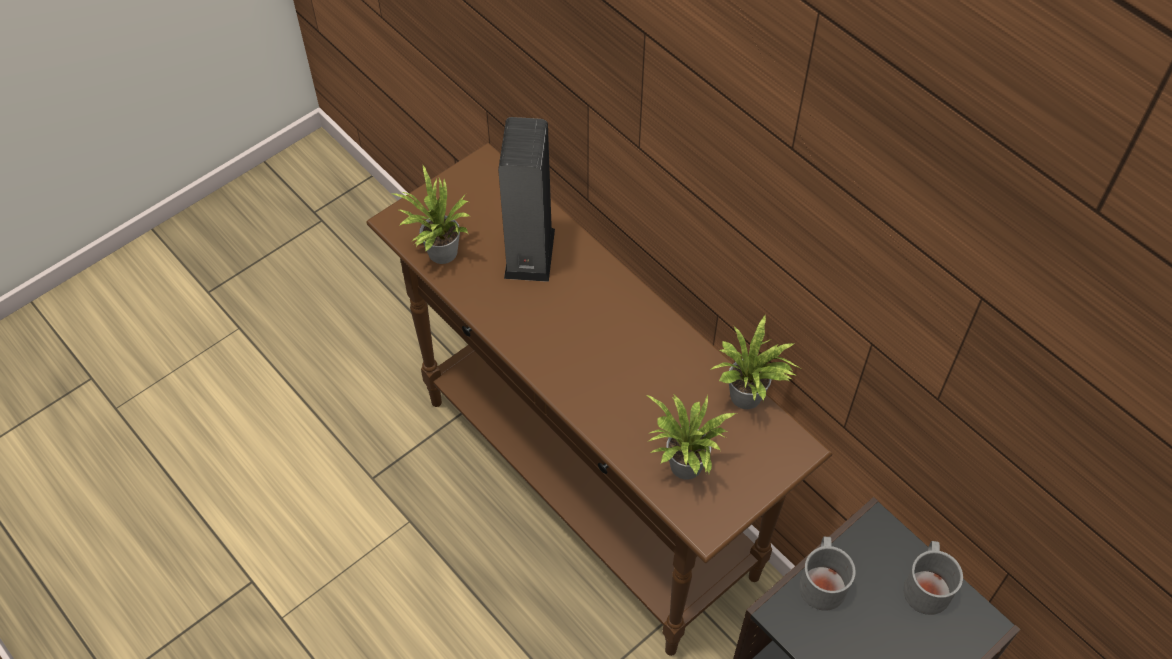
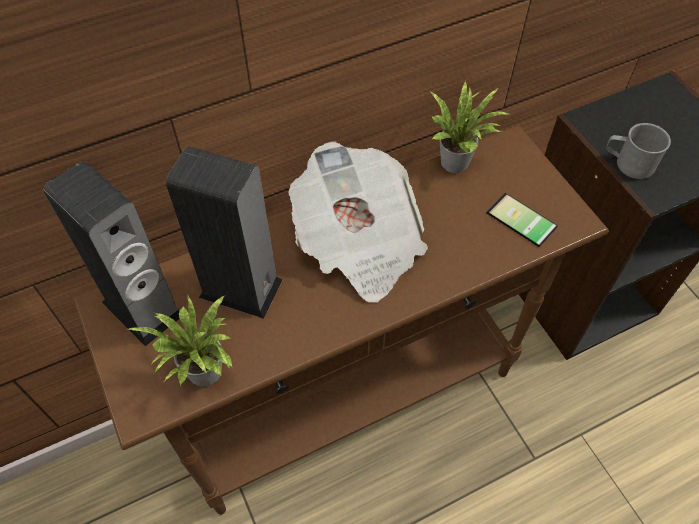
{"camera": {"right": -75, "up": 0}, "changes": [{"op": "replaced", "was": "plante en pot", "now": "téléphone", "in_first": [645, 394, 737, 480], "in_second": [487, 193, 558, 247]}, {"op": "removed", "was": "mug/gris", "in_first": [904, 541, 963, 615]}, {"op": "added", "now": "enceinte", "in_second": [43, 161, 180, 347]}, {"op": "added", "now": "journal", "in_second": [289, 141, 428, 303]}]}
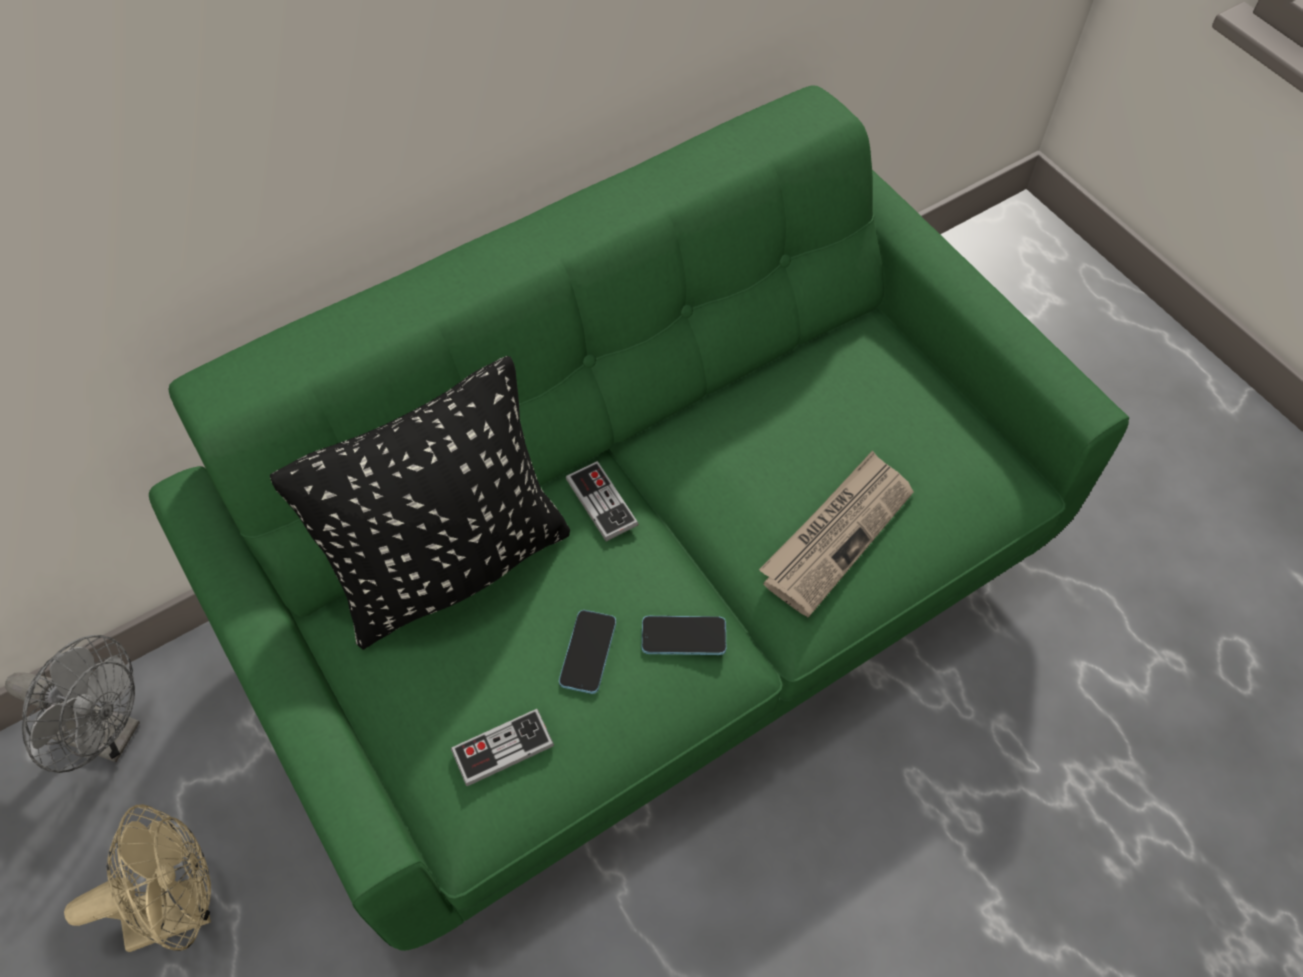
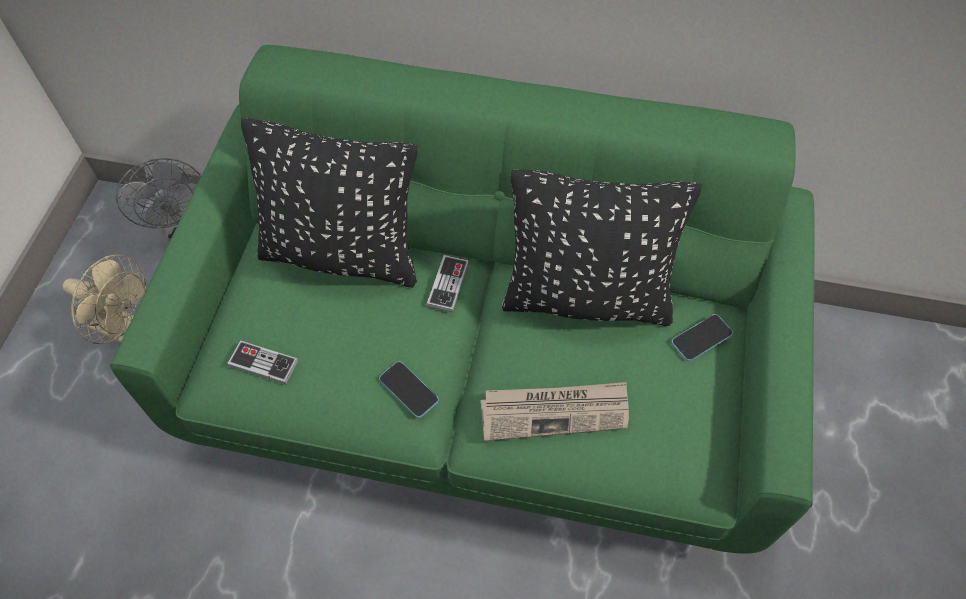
{"camera": {"right": 45, "up": 0}, "changes": [{"op": "moved", "was": "téléphone", "in_first": [559, 610, 616, 694], "in_second": [671, 314, 733, 361]}, {"op": "added", "now": "coussin/noir", "in_second": [502, 169, 702, 326]}]}
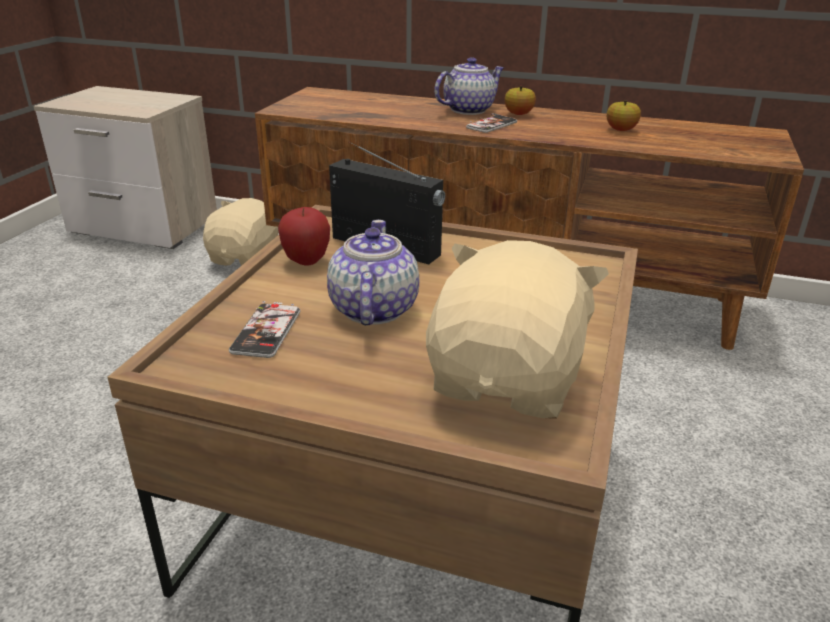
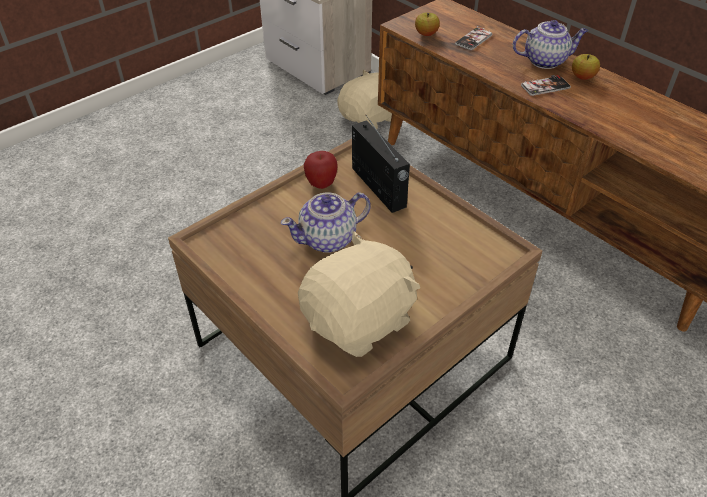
{"camera": {"right": 30, "up": 15}, "changes": [{"op": "moved", "was": "téléphone", "in_first": [229, 301, 301, 358], "in_second": [455, 26, 492, 50]}, {"op": "turned", "was": "théière", "in_first": [327, 220, 420, 326], "in_second": [281, 193, 370, 253], "clockwise": -150}, {"op": "moved", "was": "pomme", "in_first": [607, 100, 641, 131], "in_second": [415, 12, 440, 36]}]}
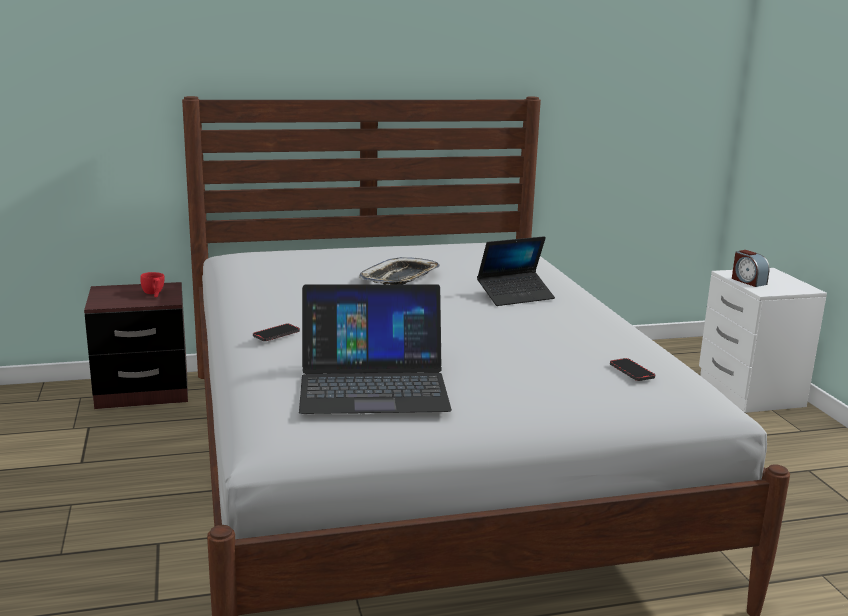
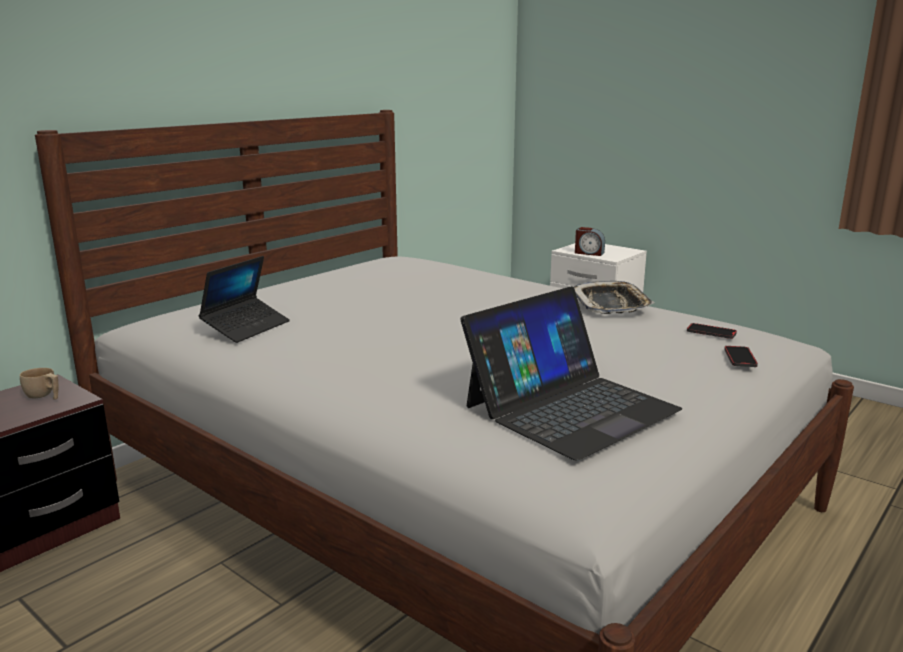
{"camera": {"right": -35, "up": 0}, "changes": [{"op": "recoloured", "was": "tasse/rouge", "now": "tasse/beige", "in_first": [140, 272, 164, 297], "in_second": [20, 368, 59, 400]}, {"op": "moved", "was": "téléphone", "in_first": [253, 323, 300, 341], "in_second": [724, 346, 758, 367]}, {"op": "moved", "was": "plateau", "in_first": [359, 257, 440, 284], "in_second": [574, 281, 655, 314]}, {"op": "moved", "was": "ordinateur portable", "in_first": [477, 236, 555, 306], "in_second": [199, 256, 290, 343]}]}
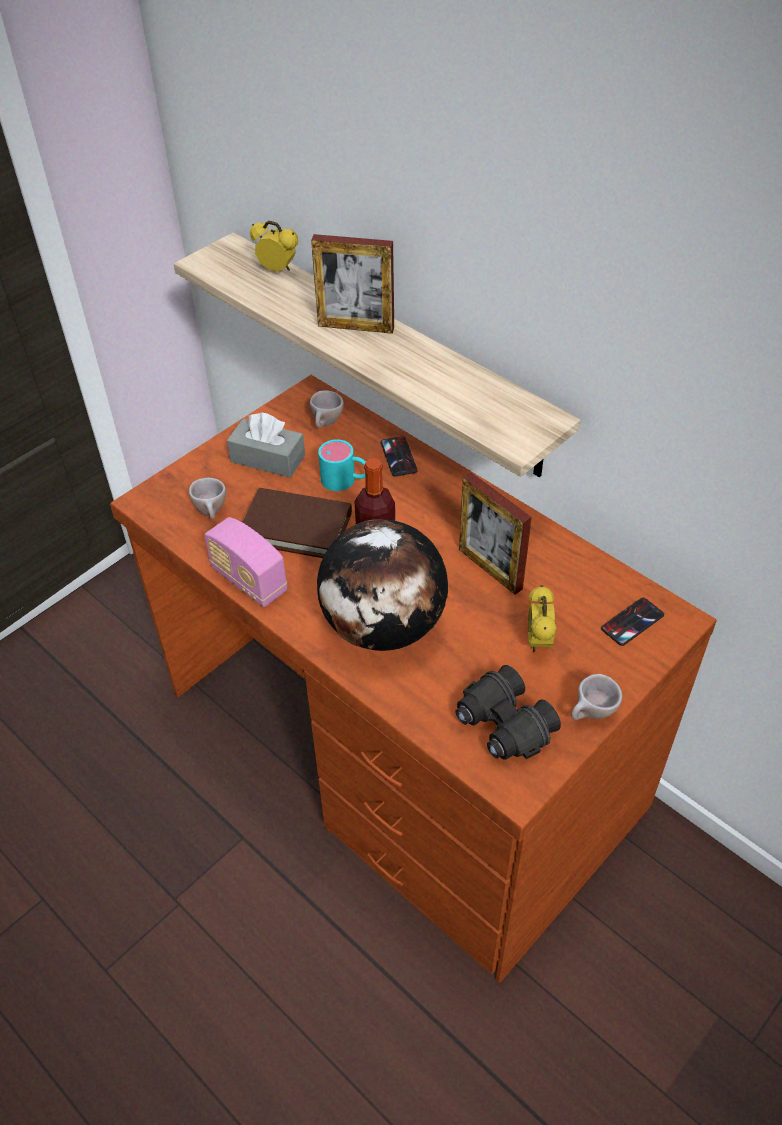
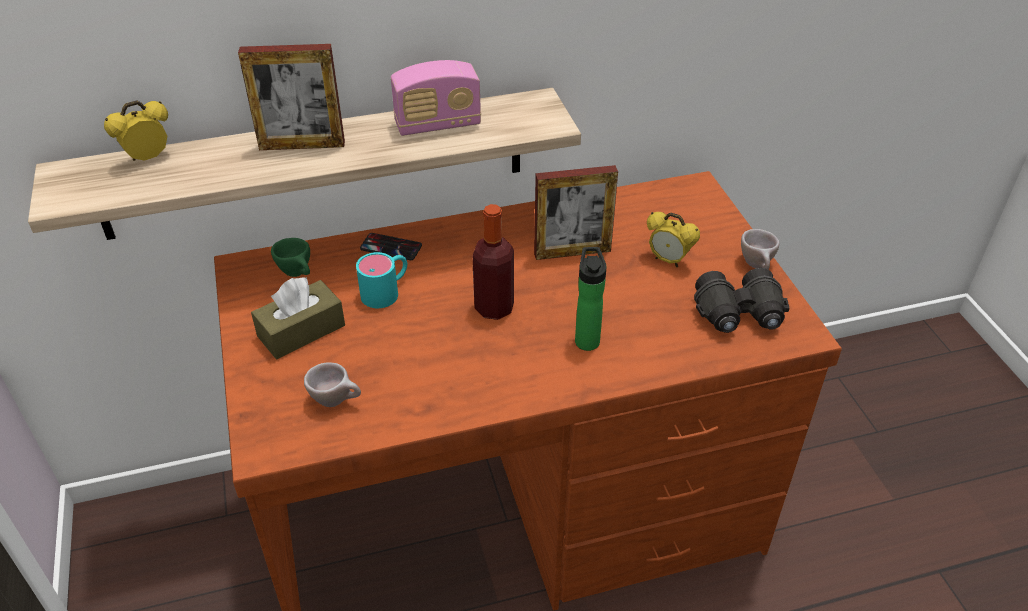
{"camera": {"right": -60, "up": -5}, "changes": [{"op": "moved", "was": "radio", "in_first": [204, 517, 287, 607], "in_second": [391, 60, 481, 136]}, {"op": "recoloured", "was": "boîte à mouchoirs/gris", "now": "boîte à mouchoirs/marron", "in_first": [227, 412, 305, 478], "in_second": [251, 277, 345, 359]}, {"op": "removed", "was": "livre/marron", "in_first": [242, 488, 352, 558]}, {"op": "recoloured", "was": "tasse/beige", "now": "tasse/vert", "in_first": [310, 390, 344, 428], "in_second": [271, 238, 310, 277]}, {"op": "turned", "was": "cadre photo", "in_first": [311, 234, 394, 334], "in_second": [238, 44, 345, 150], "clockwise": 45}, {"op": "replaced", "was": "globe", "now": "bouteille", "in_first": [317, 519, 448, 651], "in_second": [575, 247, 607, 351]}, {"op": "removed", "was": "téléphone", "in_first": [601, 598, 664, 646]}]}
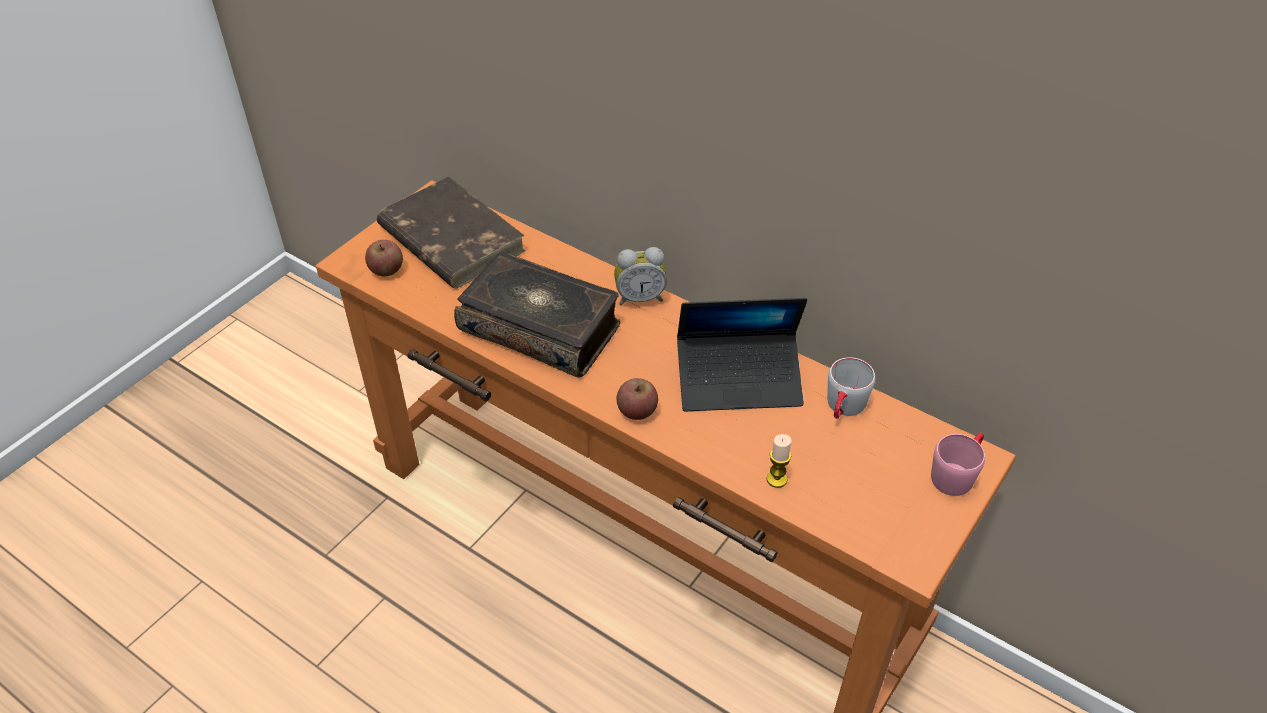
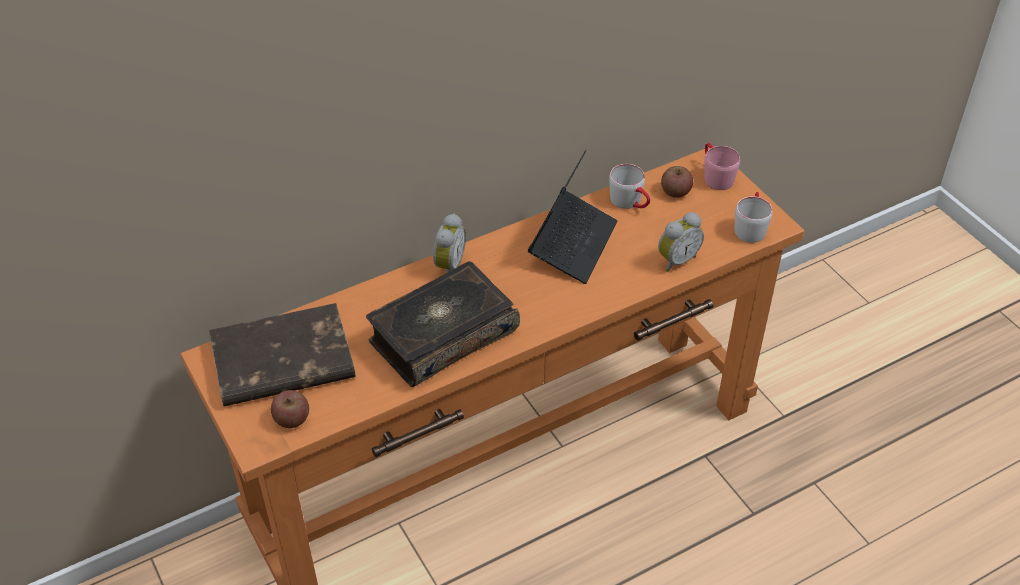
{"camera": {"right": -65, "up": 0}, "changes": [{"op": "moved", "was": "pomme", "in_first": [617, 378, 658, 420], "in_second": [661, 166, 693, 198]}, {"op": "replaced", "was": "bougie", "now": "réveil", "in_first": [766, 434, 792, 488], "in_second": [658, 212, 704, 272]}, {"op": "added", "now": "mug/gris", "in_second": [735, 192, 773, 243]}]}
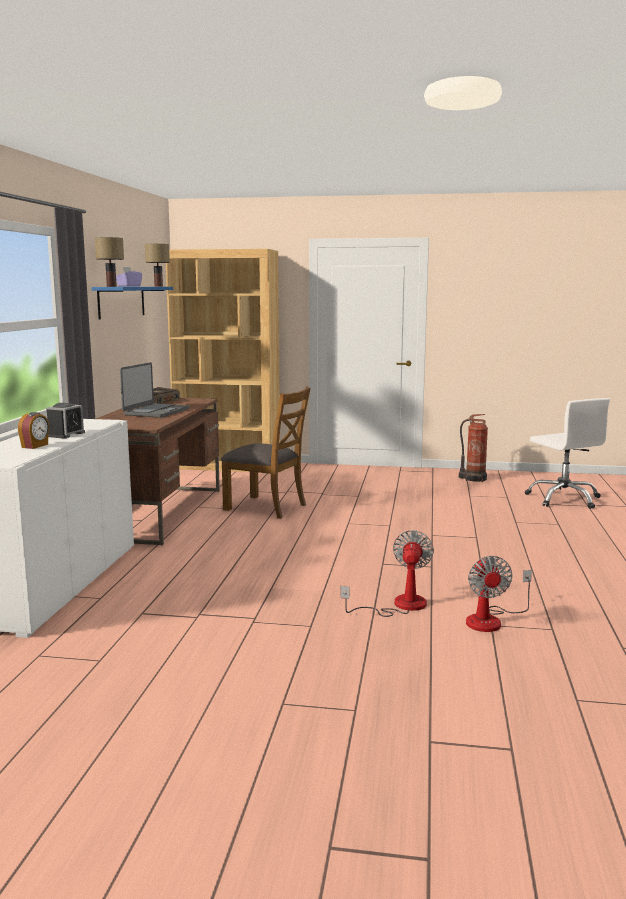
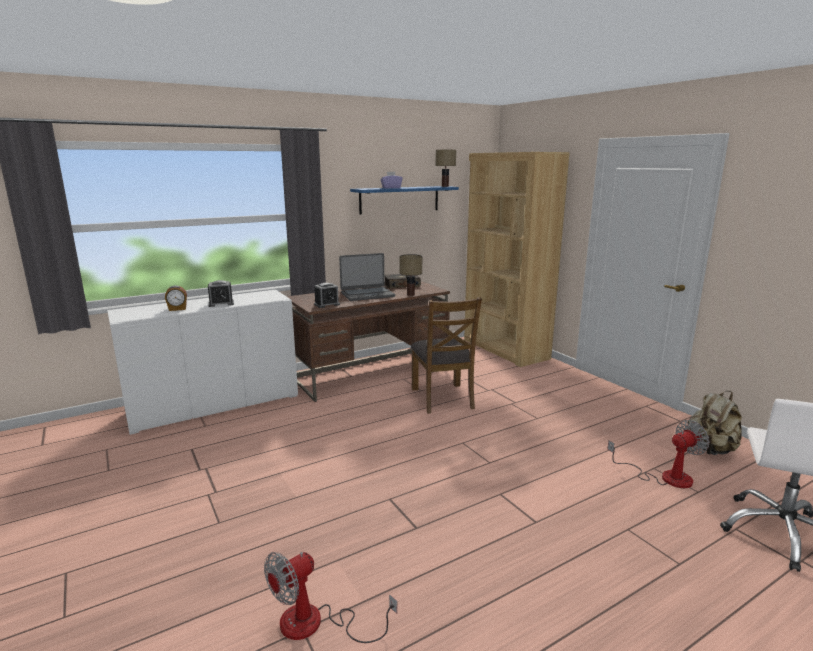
{"camera": {"right": 50, "up": 5}, "changes": [{"op": "moved", "was": "lampe de table", "in_first": [95, 237, 124, 287], "in_second": [400, 254, 422, 296]}, {"op": "moved", "was": "ventilateur", "in_first": [340, 530, 434, 617], "in_second": [607, 420, 710, 488]}, {"op": "replaced", "was": "extincteur", "now": "sac à dos/beige", "in_first": [459, 414, 488, 483], "in_second": [687, 391, 742, 455]}, {"op": "added", "now": "réveil", "in_second": [314, 283, 340, 308]}]}
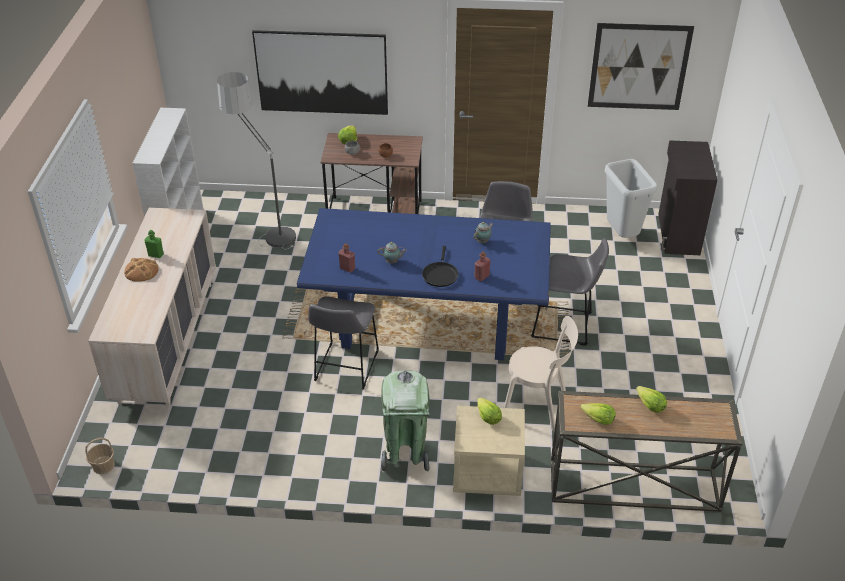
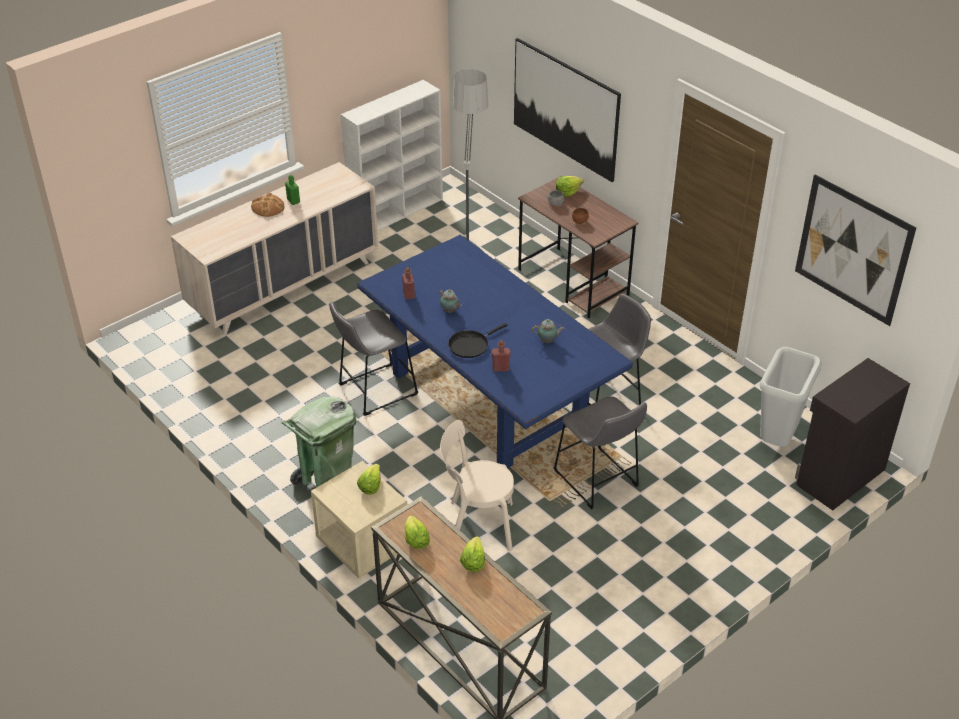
{"camera": {"right": 45, "up": 0}, "changes": [{"op": "removed", "was": "panier", "in_first": [85, 438, 115, 474]}, {"op": "turned", "was": "chaise/beige", "in_first": [504, 316, 578, 431], "in_second": [440, 420, 514, 551], "clockwise": 120}]}
